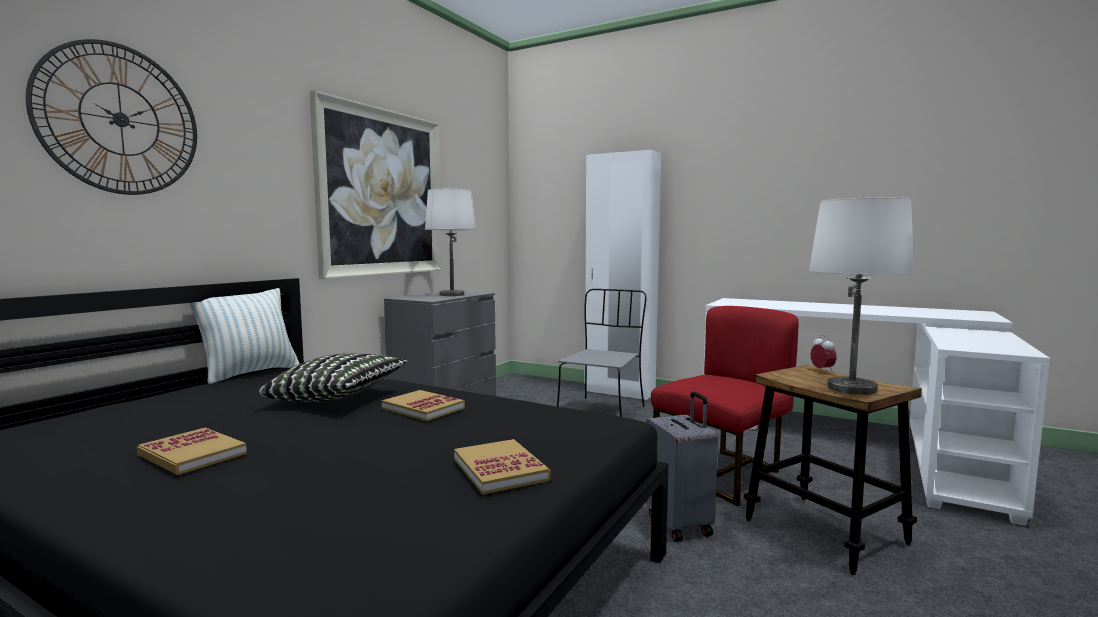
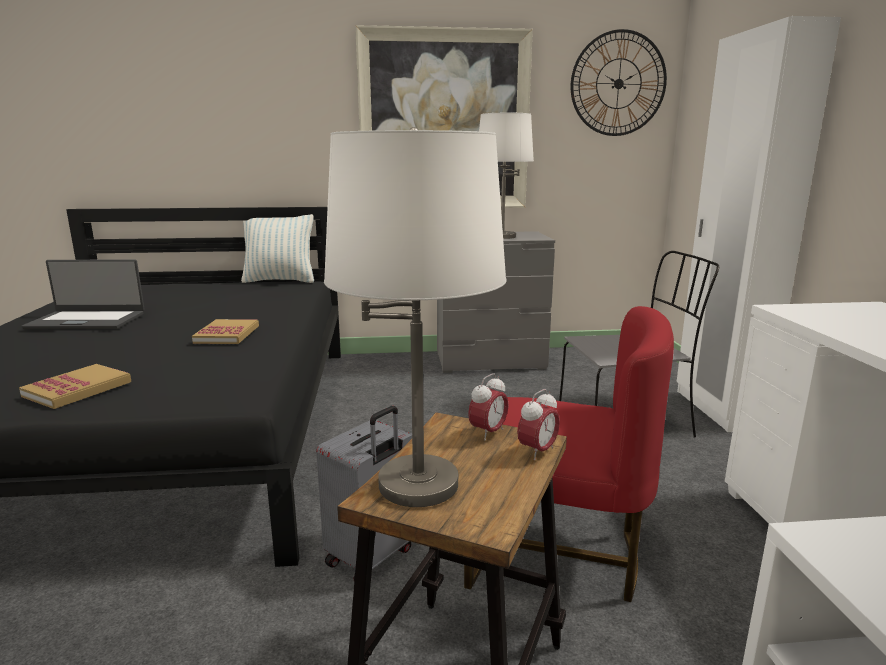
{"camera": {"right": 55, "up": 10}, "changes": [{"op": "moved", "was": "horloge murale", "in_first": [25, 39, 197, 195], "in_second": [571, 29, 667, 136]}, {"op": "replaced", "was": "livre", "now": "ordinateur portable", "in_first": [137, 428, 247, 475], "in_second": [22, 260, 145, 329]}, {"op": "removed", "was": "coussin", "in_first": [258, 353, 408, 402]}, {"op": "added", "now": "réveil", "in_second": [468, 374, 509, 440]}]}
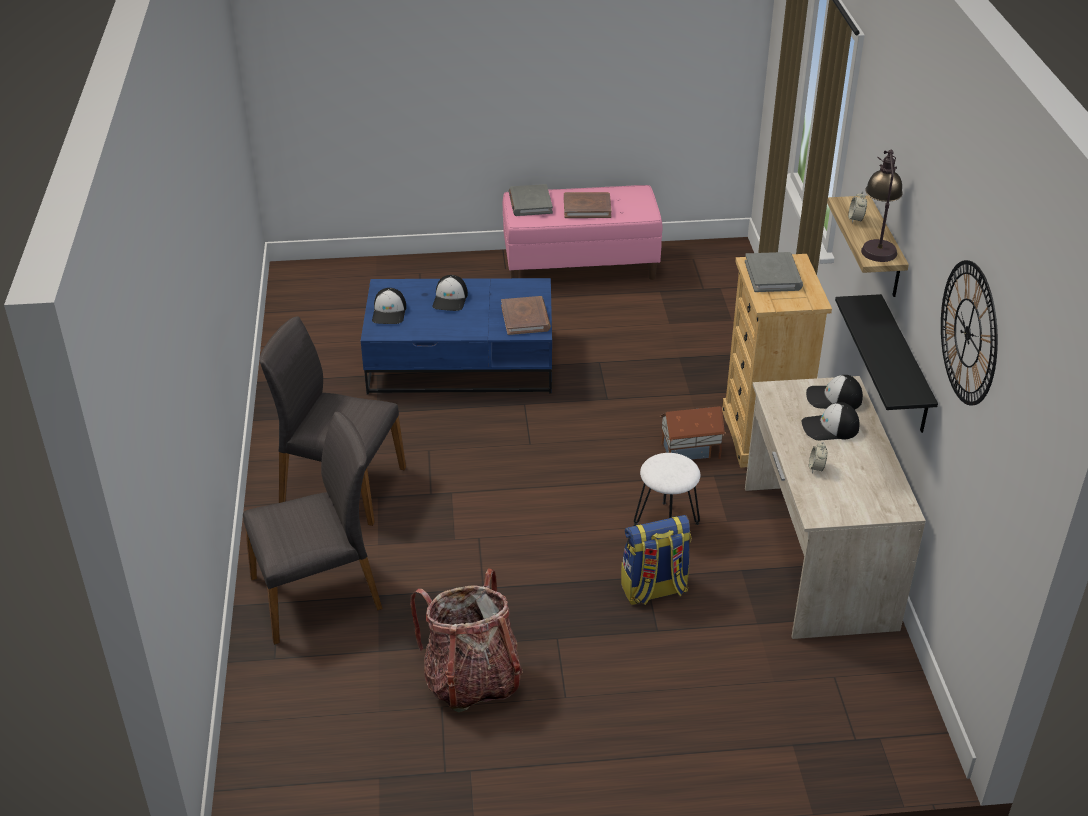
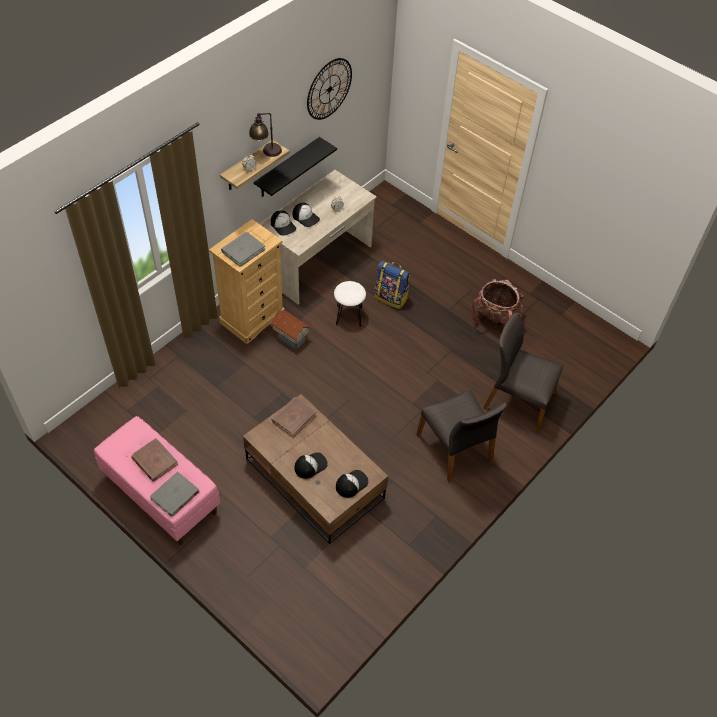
{"camera": {"right": -135, "up": 15}, "changes": [{"op": "recoloured", "was": "table basse/bleu", "now": "table basse/marron", "in_first": [361, 278, 552, 395], "in_second": [243, 394, 388, 545]}]}
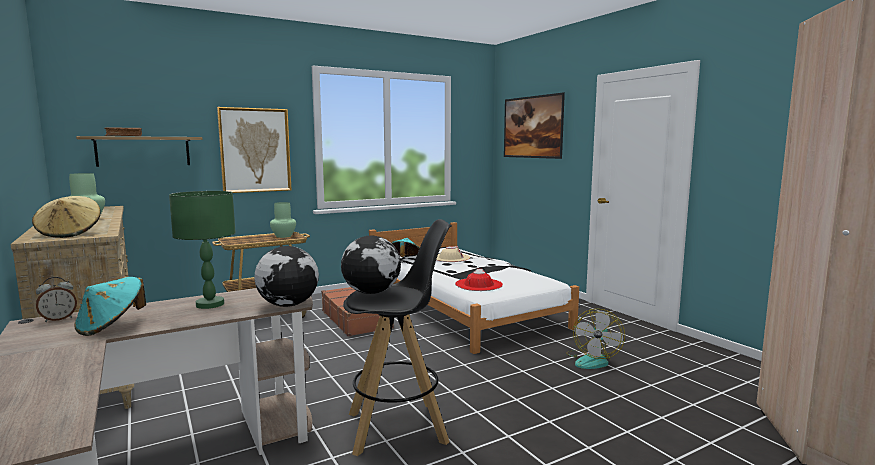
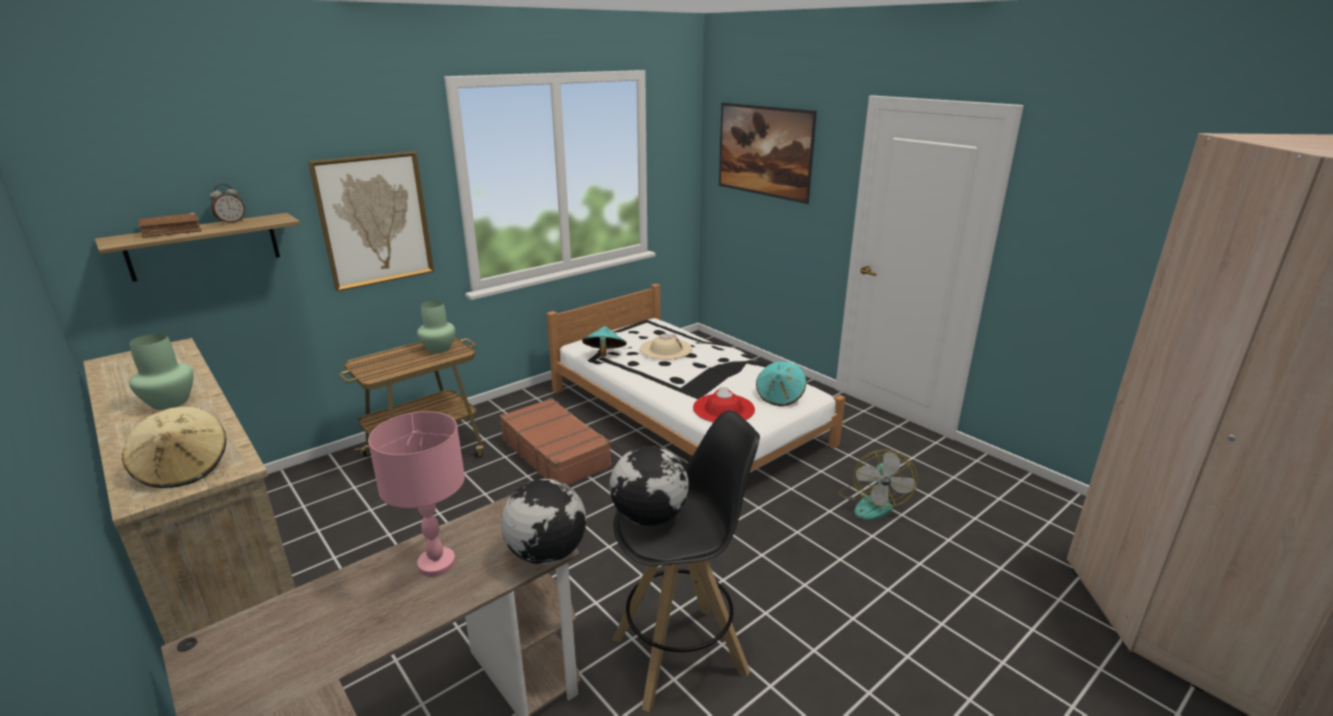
{"camera": {"right": -10, "up": 15}, "changes": [{"op": "moved", "was": "réveil", "in_first": [36, 277, 77, 322], "in_second": [210, 184, 246, 224]}, {"op": "moved", "was": "chapeau/turquoise", "in_first": [74, 277, 146, 336], "in_second": [756, 361, 806, 406]}, {"op": "recoloured", "was": "lampe de table/vert", "now": "lampe de table/rose", "in_first": [169, 191, 236, 309], "in_second": [368, 411, 465, 577]}]}
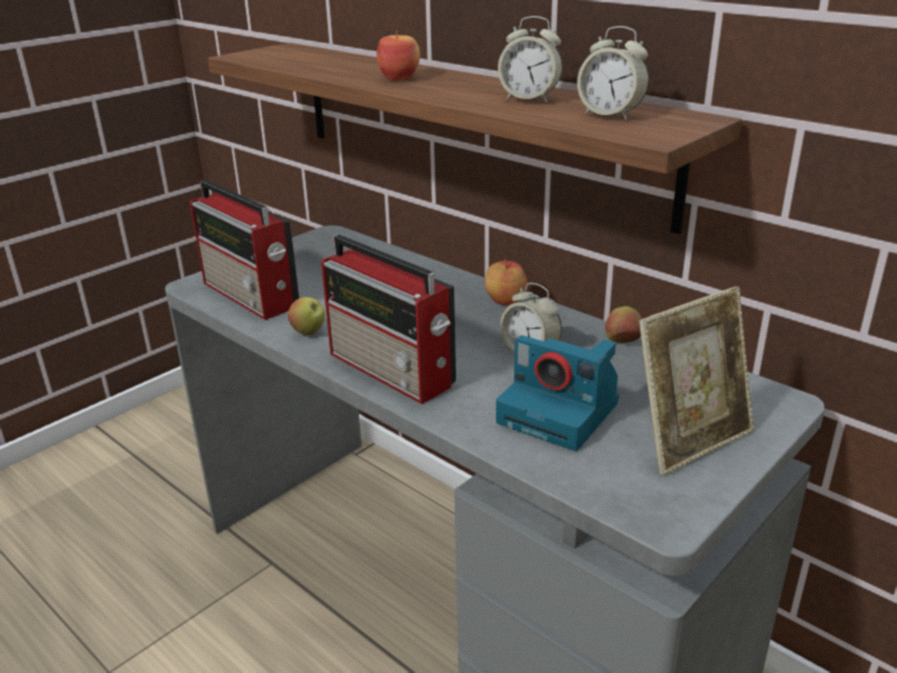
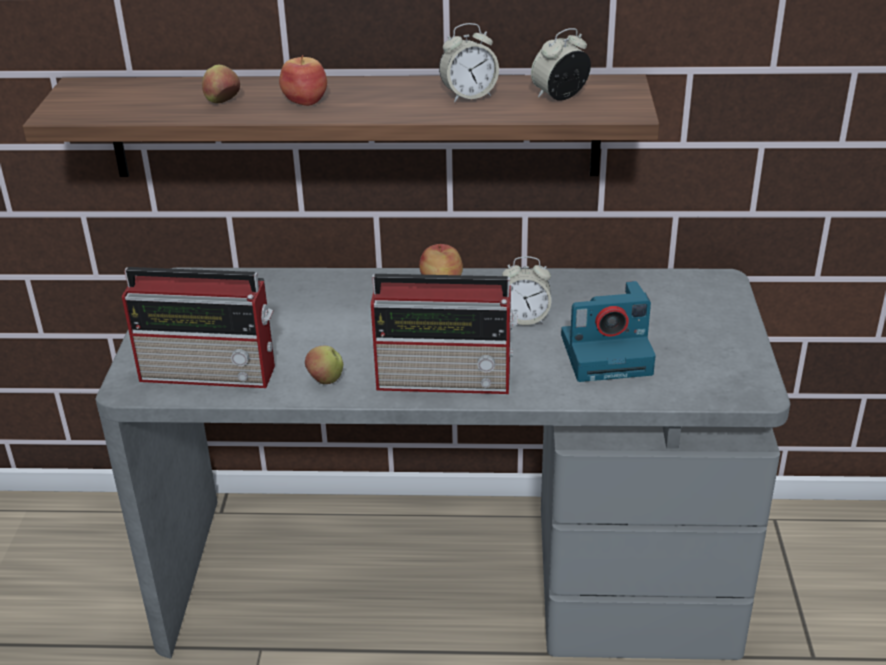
{"camera": {"right": -40, "up": 5}, "changes": [{"op": "turned", "was": "réveil", "in_first": [577, 26, 649, 119], "in_second": [531, 28, 591, 101], "clockwise": 150}, {"op": "moved", "was": "pomme", "in_first": [605, 306, 642, 343], "in_second": [202, 65, 240, 103]}, {"op": "removed", "was": "cadre photo", "in_first": [639, 286, 754, 476]}]}
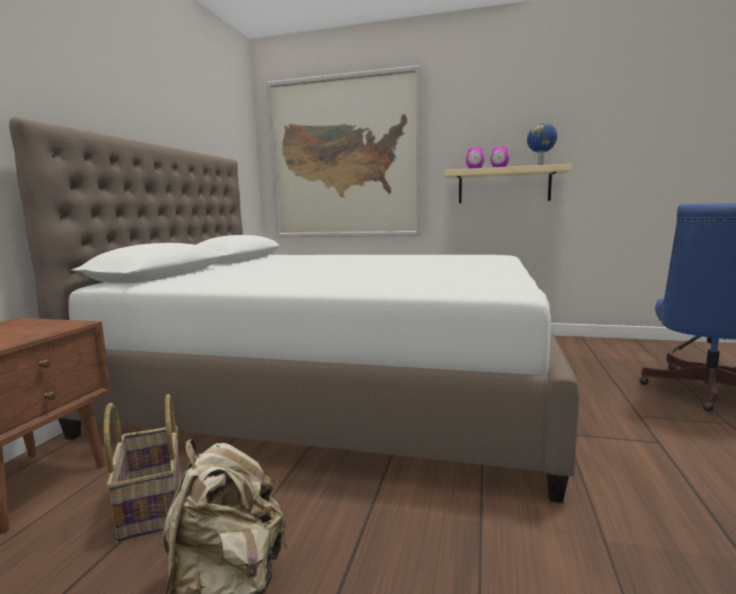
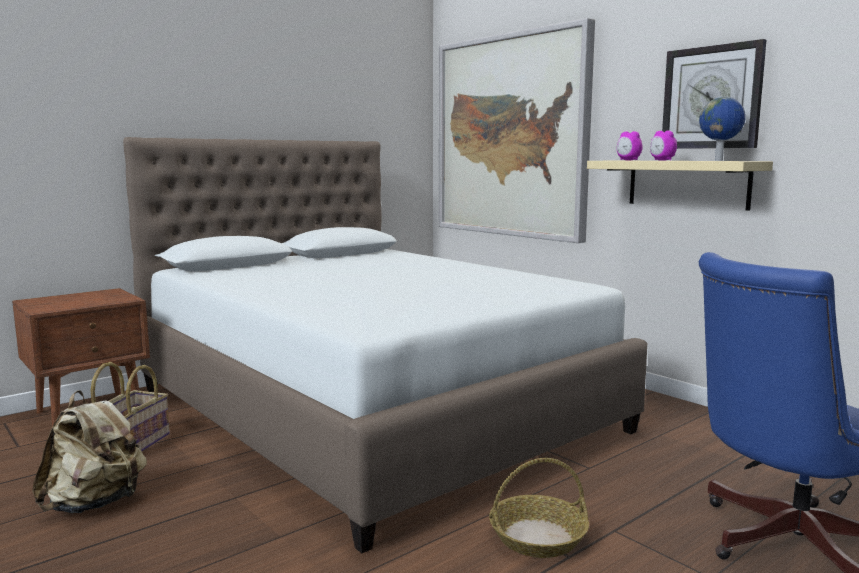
{"camera": {"right": 35, "up": 0}, "changes": [{"op": "added", "now": "panier", "in_second": [489, 458, 589, 558]}, {"op": "added", "now": "horloge murale", "in_second": [662, 39, 766, 149]}]}
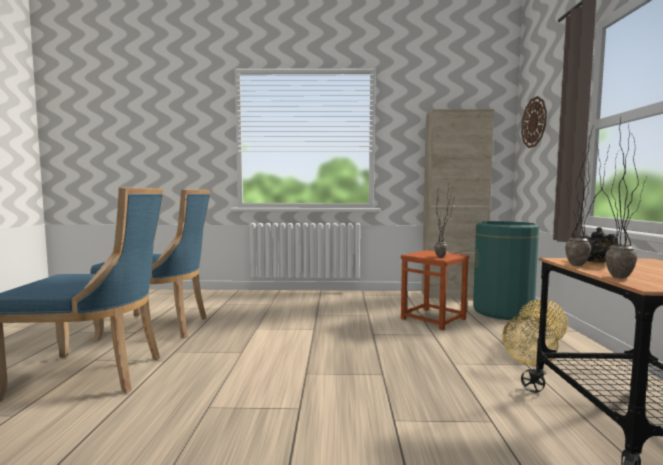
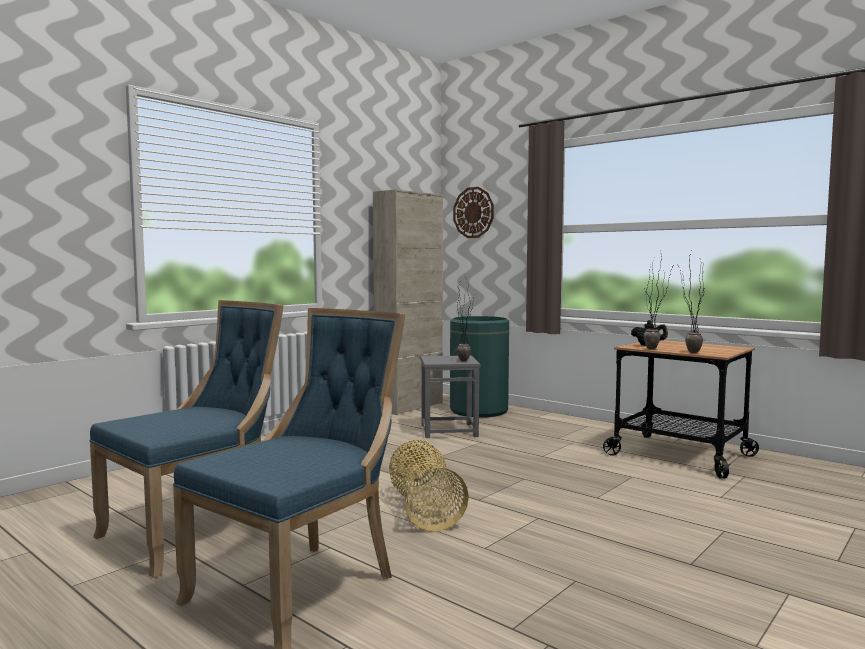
{"camera": {"right": -50, "up": 0}, "changes": [{"op": "recoloured", "was": "tabouret/marron", "now": "tabouret/gris", "in_first": [401, 250, 470, 330], "in_second": [421, 356, 480, 438]}, {"op": "moved", "was": "panier", "in_first": [502, 299, 568, 366], "in_second": [389, 440, 469, 532]}]}
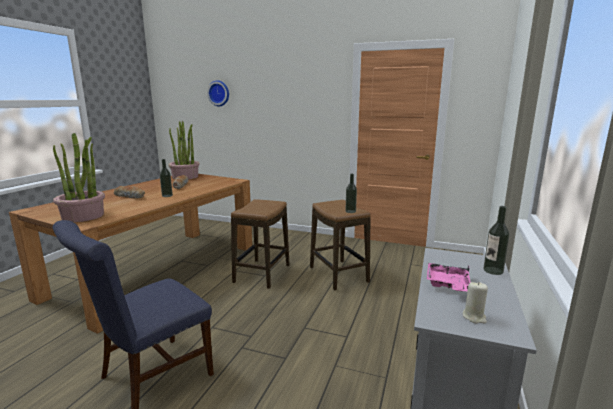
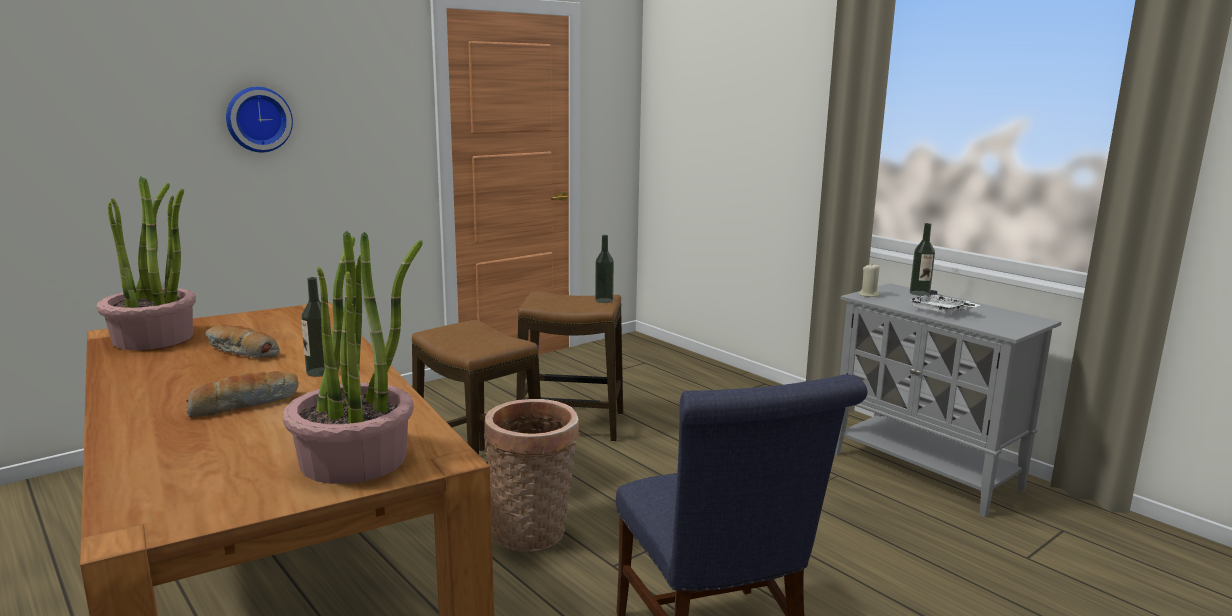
{"camera": {"right": -60, "up": 0}, "changes": [{"op": "moved", "was": "horloge murale", "in_first": [207, 80, 229, 106], "in_second": [226, 87, 293, 152]}, {"op": "recoloured", "was": "plateau/rose", "now": "plateau/blanc", "in_first": [427, 263, 470, 291], "in_second": [908, 290, 980, 315]}, {"op": "moved", "was": "bougie/beige", "in_first": [463, 282, 488, 323], "in_second": [859, 263, 880, 297]}, {"op": "added", "now": "panier", "in_second": [484, 399, 579, 552]}]}
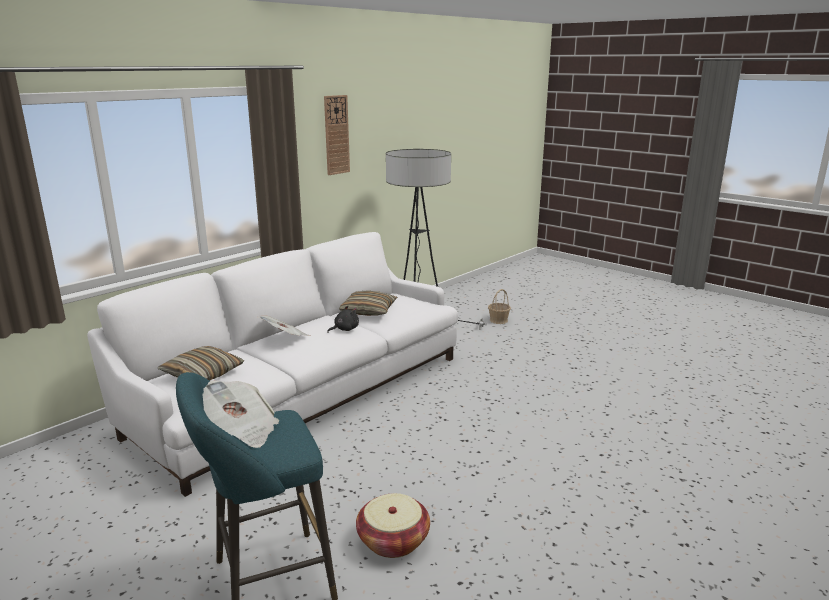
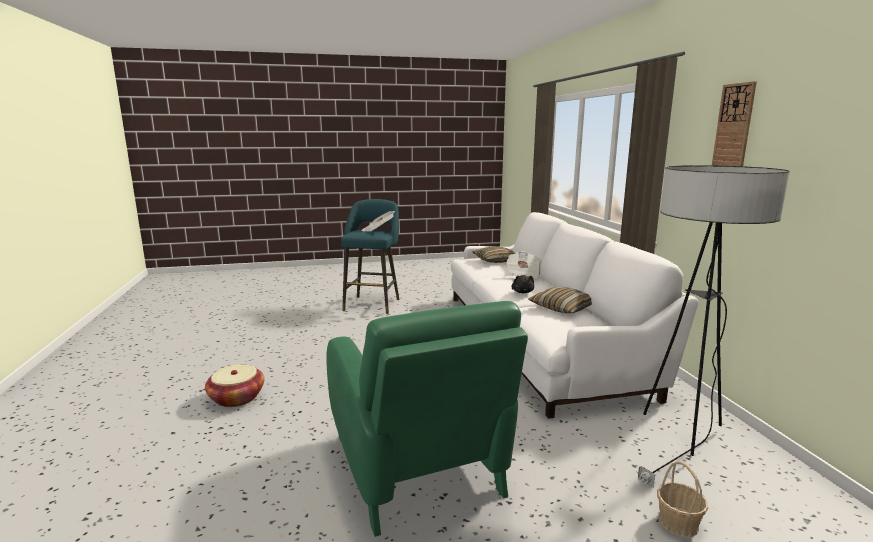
{"camera": {"right": 125, "up": -5}, "changes": [{"op": "moved", "was": "panier", "in_first": [356, 493, 430, 558], "in_second": [205, 365, 264, 407]}, {"op": "added", "now": "fauteuil/vert", "in_second": [326, 301, 528, 537]}]}
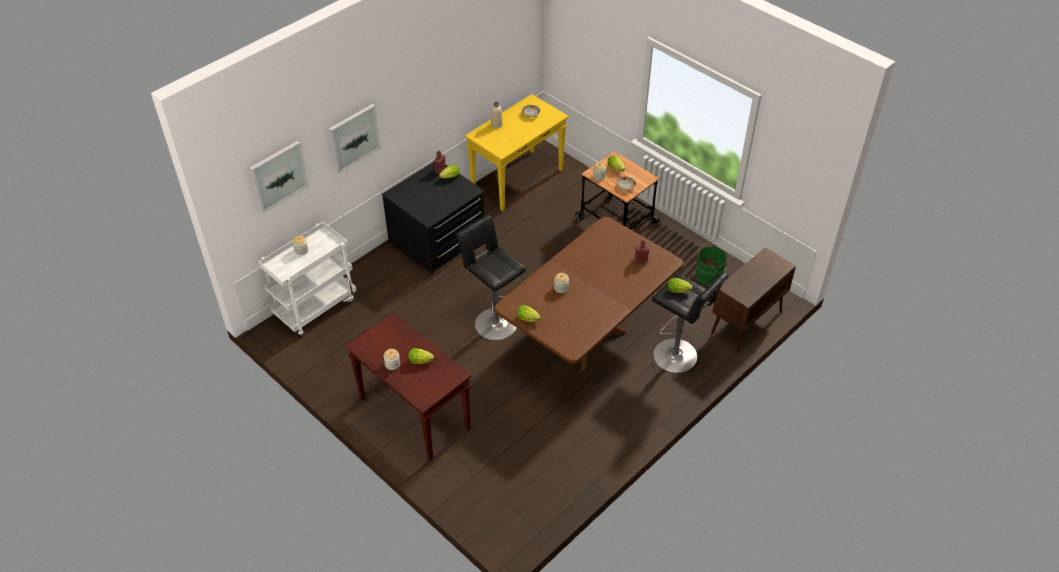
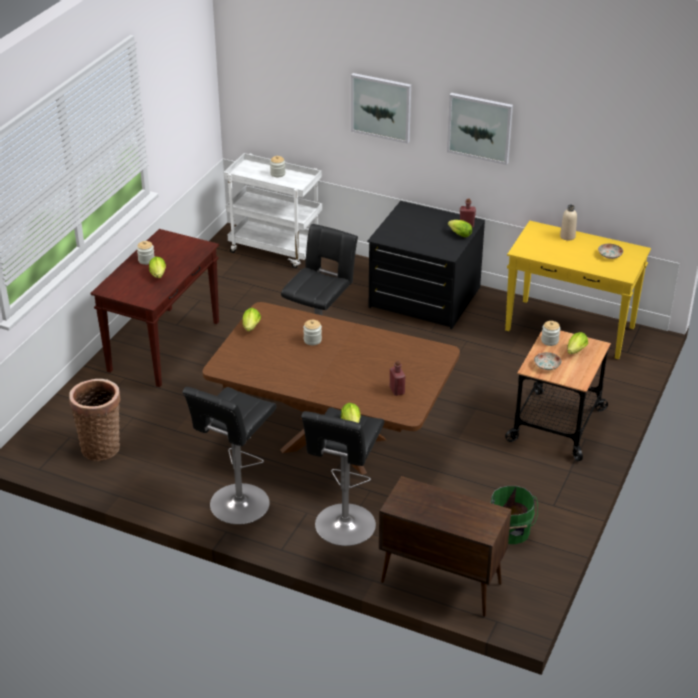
{"camera": {"right": 70, "up": -10}, "changes": [{"op": "moved", "was": "tableau", "in_first": [250, 141, 309, 213], "in_second": [447, 93, 513, 165]}, {"op": "added", "now": "panier", "in_second": [69, 379, 121, 461]}, {"op": "added", "now": "tabouret/noir", "in_second": [182, 387, 277, 525]}]}
